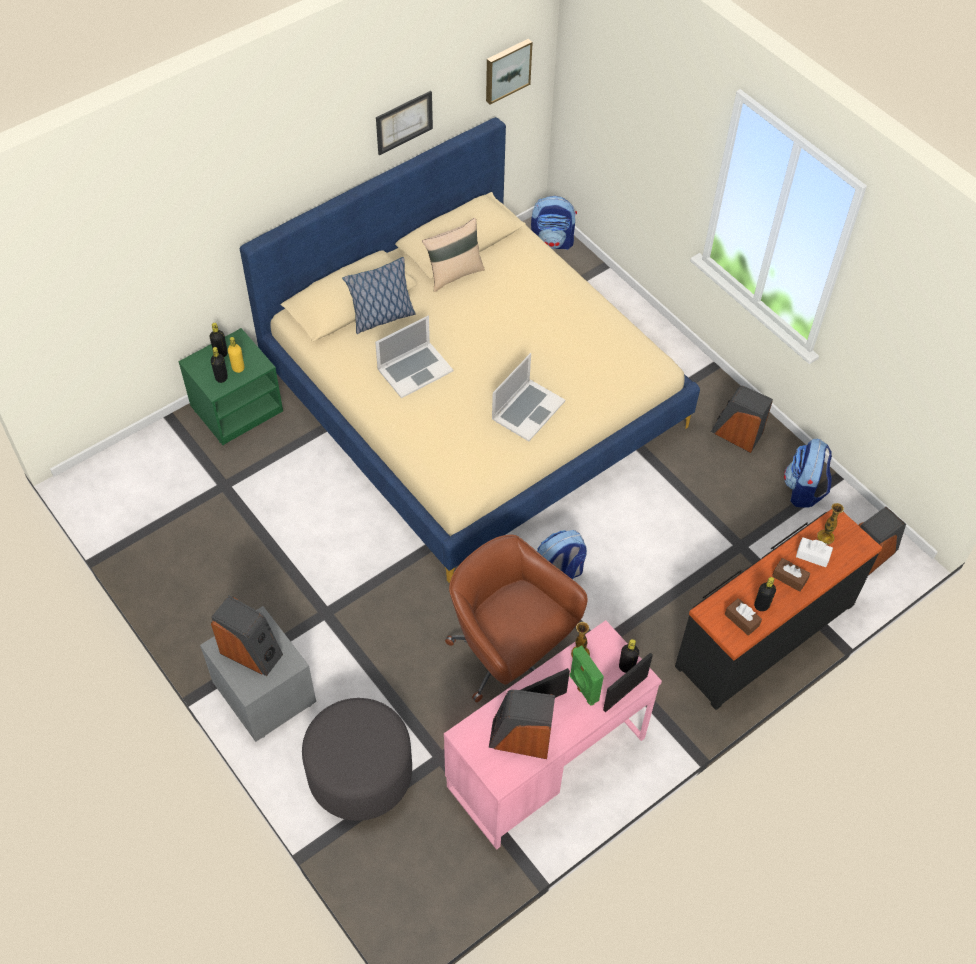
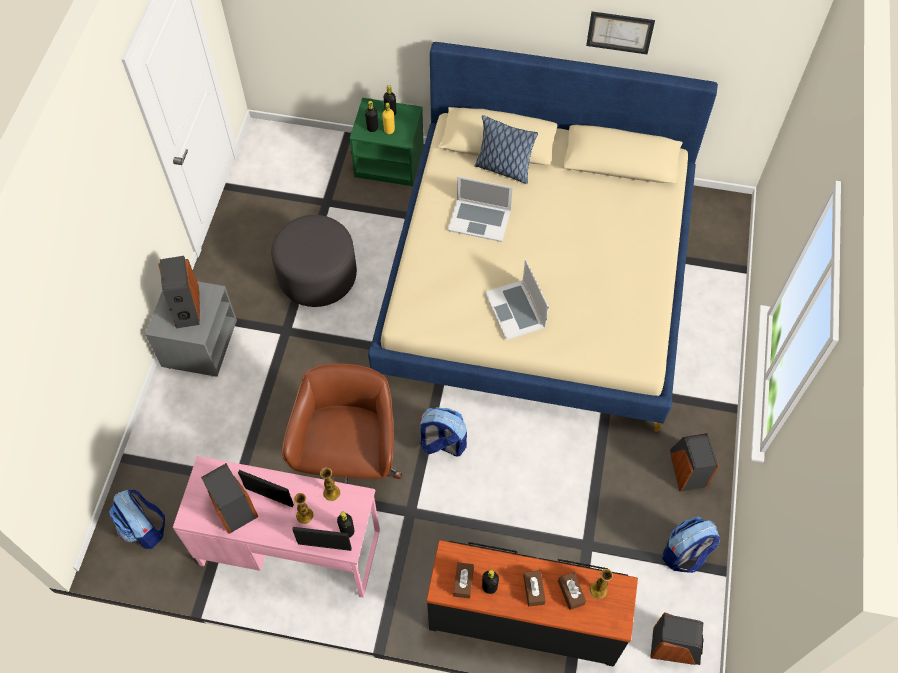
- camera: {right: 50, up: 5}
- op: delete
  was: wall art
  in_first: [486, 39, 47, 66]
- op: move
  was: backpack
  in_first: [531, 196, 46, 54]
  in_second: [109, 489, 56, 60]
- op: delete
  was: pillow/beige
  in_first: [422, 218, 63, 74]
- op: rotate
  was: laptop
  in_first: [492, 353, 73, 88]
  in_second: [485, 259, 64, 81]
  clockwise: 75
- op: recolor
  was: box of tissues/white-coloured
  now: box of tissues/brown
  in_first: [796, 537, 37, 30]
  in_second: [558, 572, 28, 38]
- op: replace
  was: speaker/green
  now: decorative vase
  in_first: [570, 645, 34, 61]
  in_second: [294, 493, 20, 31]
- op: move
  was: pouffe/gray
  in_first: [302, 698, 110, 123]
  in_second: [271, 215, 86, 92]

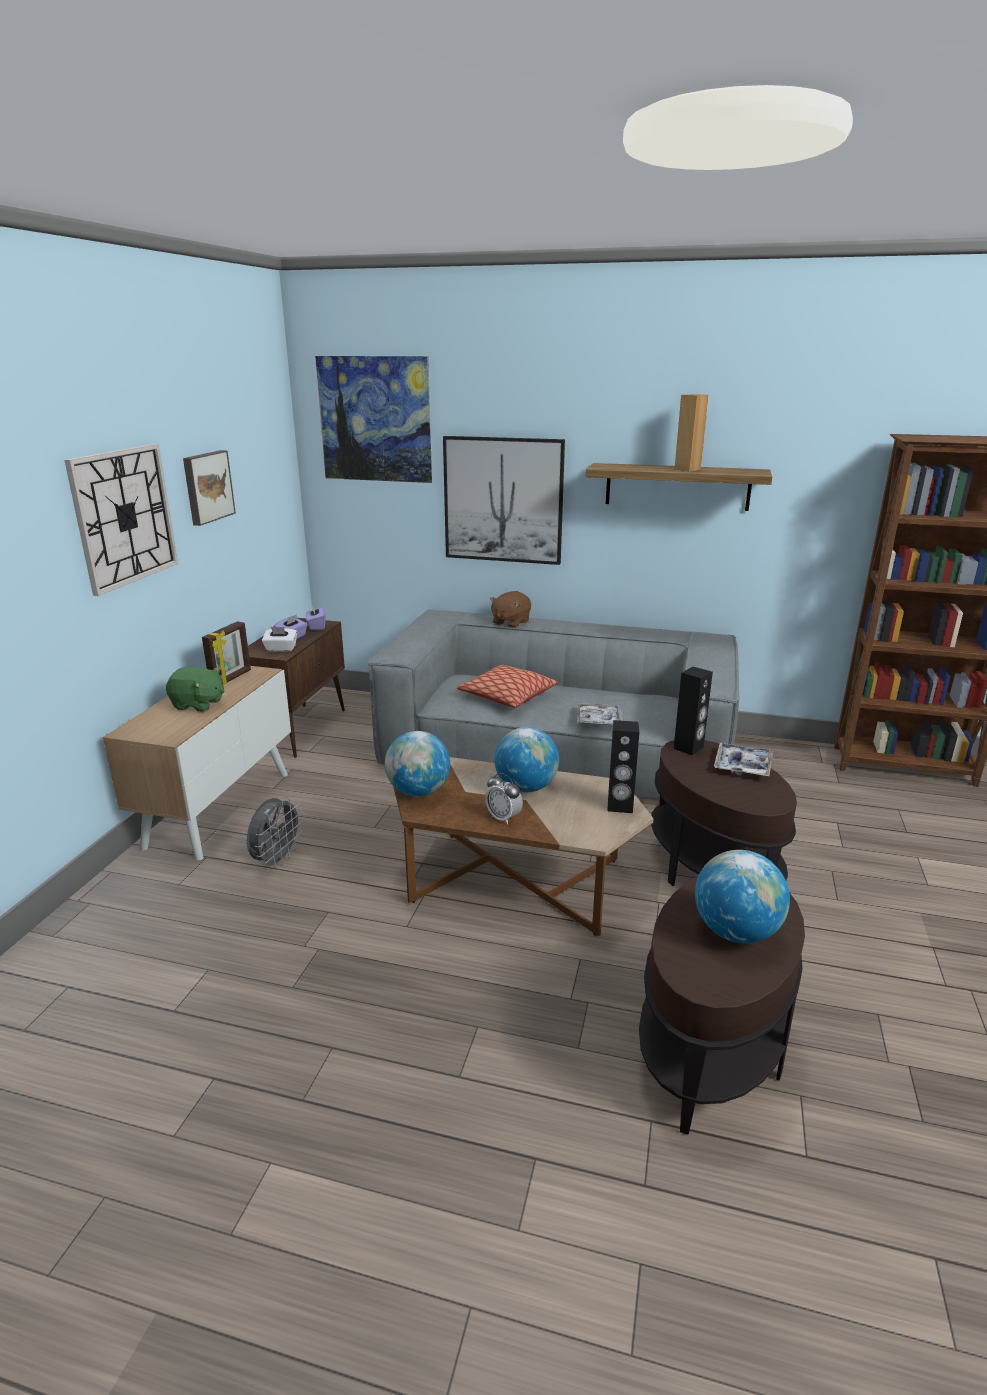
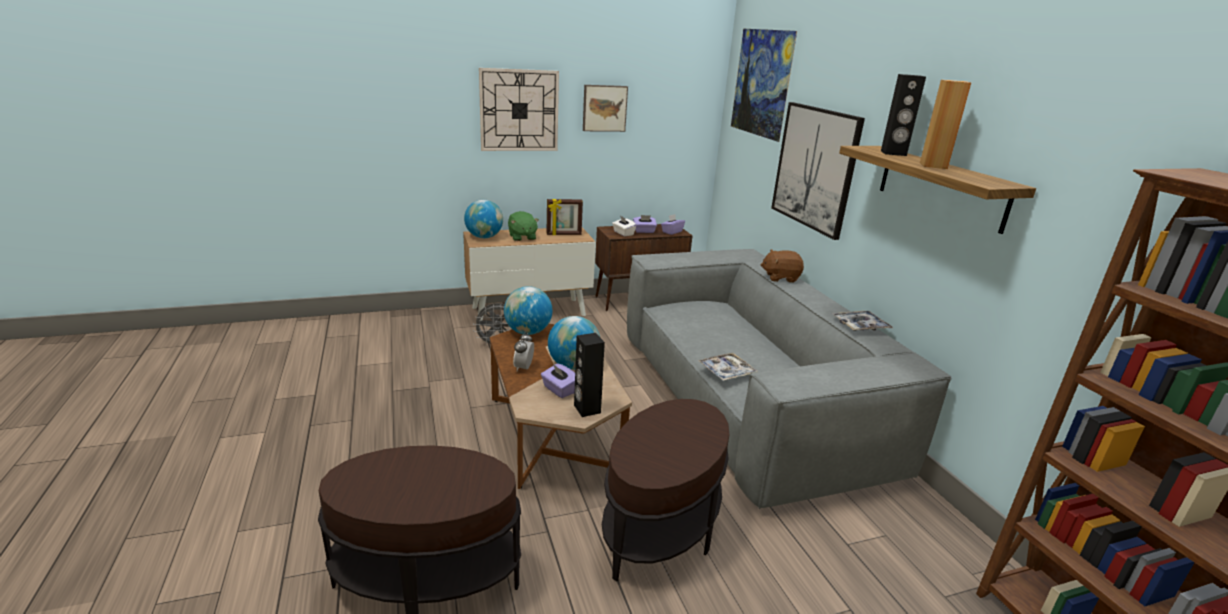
- camera: {right: 55, up: 0}
- op: delete
  was: pillow
  in_first: [457, 664, 101, 44]
- op: move
  was: speaker/black
  in_first: [674, 667, 39, 88]
  in_second: [881, 74, 45, 82]
- op: move
  was: carrying tray
  in_first: [714, 743, 59, 34]
  in_second: [832, 311, 61, 20]
- op: move
  was: globe
  in_first: [695, 850, 95, 93]
  in_second: [464, 200, 39, 38]
- op: insert
  now: box of tissues/purple
  in_second: [541, 364, 34, 34]

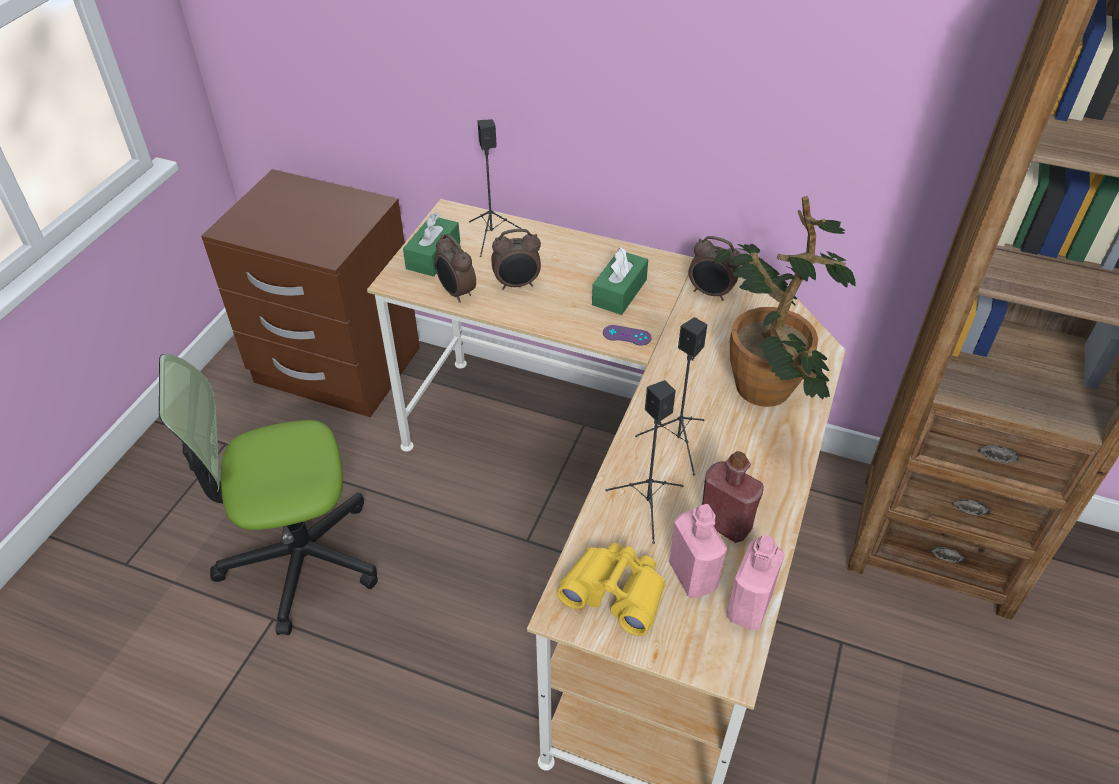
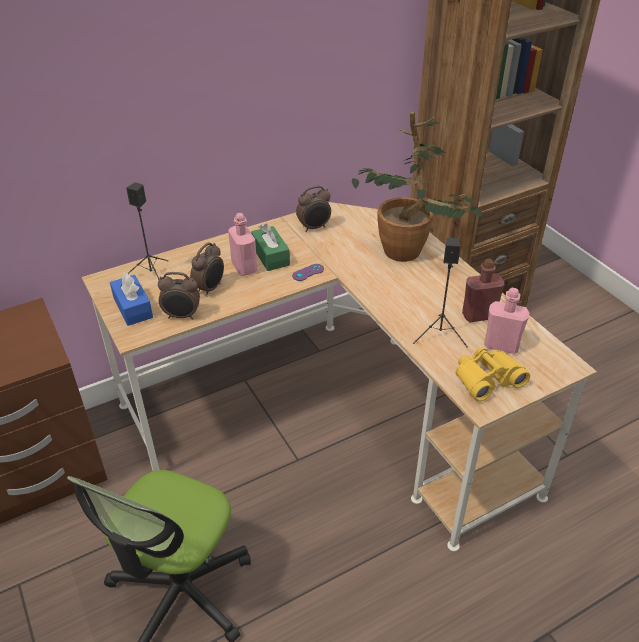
- camera: {right: -50, up: -5}
- op: recolor
  was: box of tissues/green
  now: box of tissues/blue
  in_first: [403, 212, 57, 65]
  in_second: [110, 272, 43, 54]
- op: delete
  was: speaker/black
  in_first: [635, 317, 72, 159]
- op: move
  was: drink bottle/pink
  in_first: [726, 535, 58, 95]
  in_second: [228, 213, 29, 63]

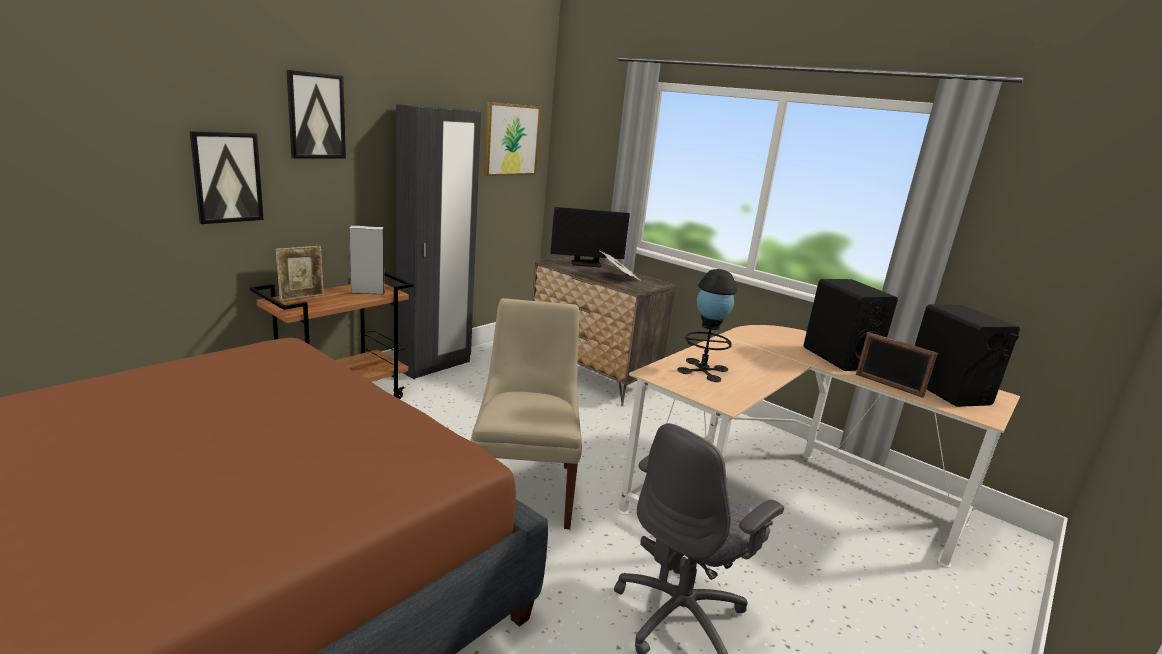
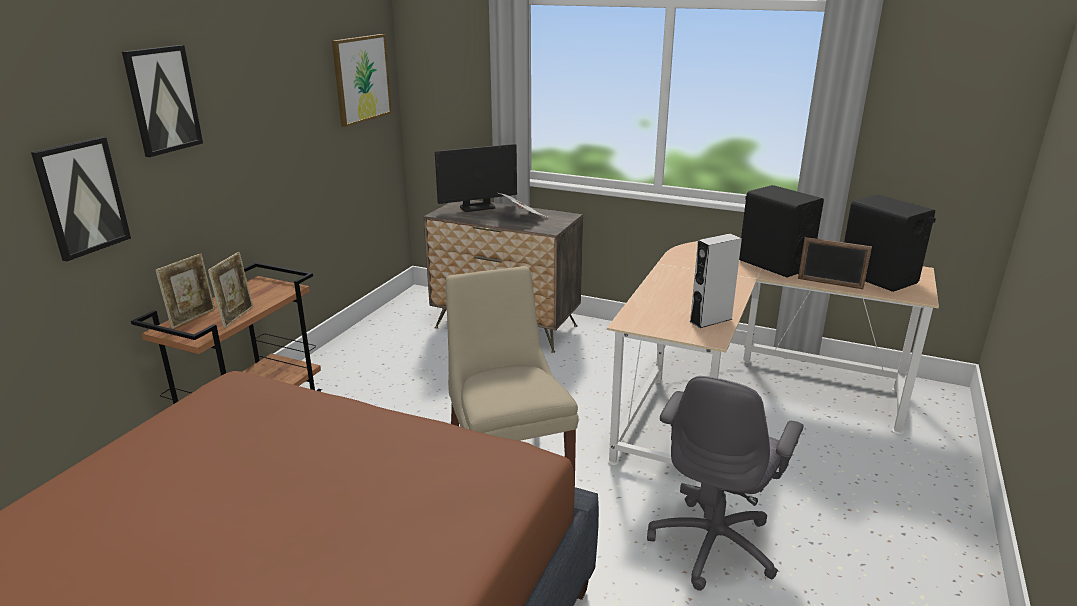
- camera: {right: -15, up: 5}
- op: delete
  was: clothes cupboard/black
  in_first: [396, 104, 85, 275]
- op: move
  was: speaker/gray
  in_first: [349, 225, 36, 70]
  in_second: [690, 233, 52, 95]
- op: delete
  was: tabletop lamp/black
  in_first: [677, 269, 60, 113]
- op: insert
  now: picture frame
  in_second: [208, 252, 45, 76]

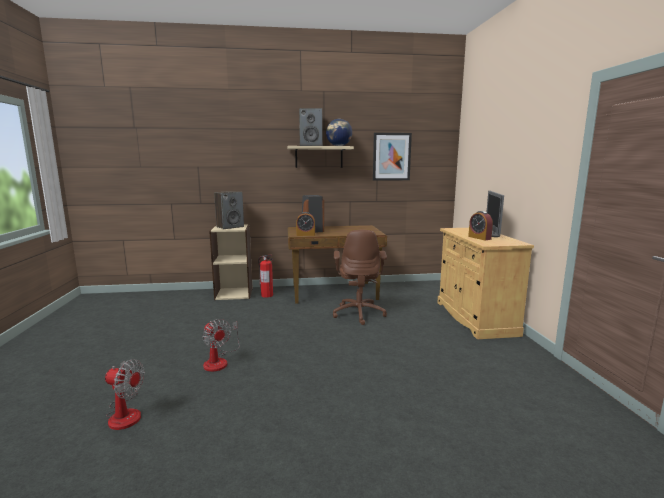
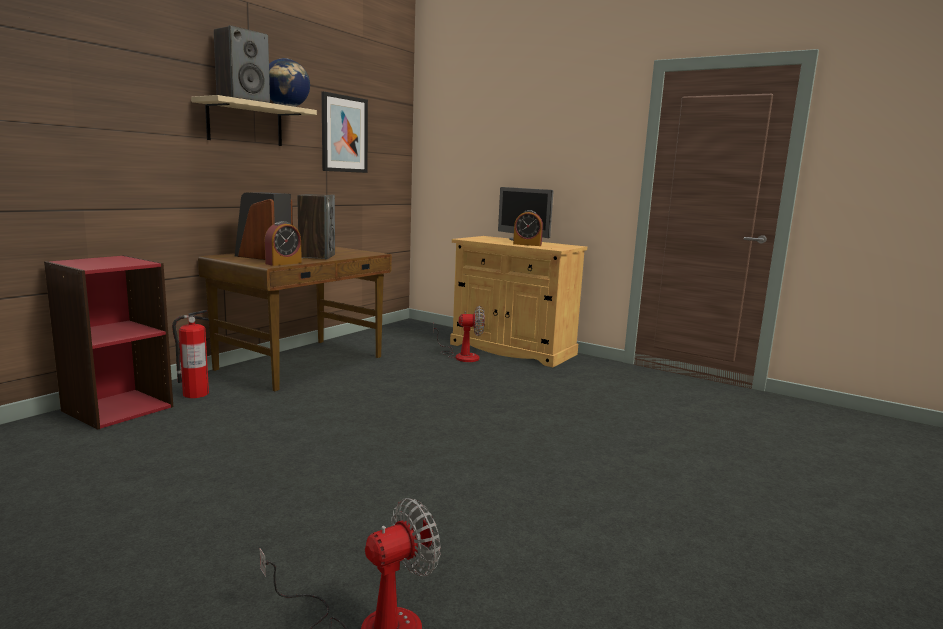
- camera: {right: -50, up: 0}
- op: move
  was: speaker
  in_first: [214, 191, 30, 38]
  in_second: [297, 194, 38, 66]
- op: recolor
  was: bookshelf/beige
  now: bookshelf/red
  in_first: [209, 224, 43, 76]
  in_second: [44, 255, 129, 175]
- op: delete
  was: office chair/brown
  in_first: [333, 230, 54, 95]
- op: move
  was: electric fan
  in_first: [203, 319, 37, 53]
  in_second: [433, 306, 52, 56]

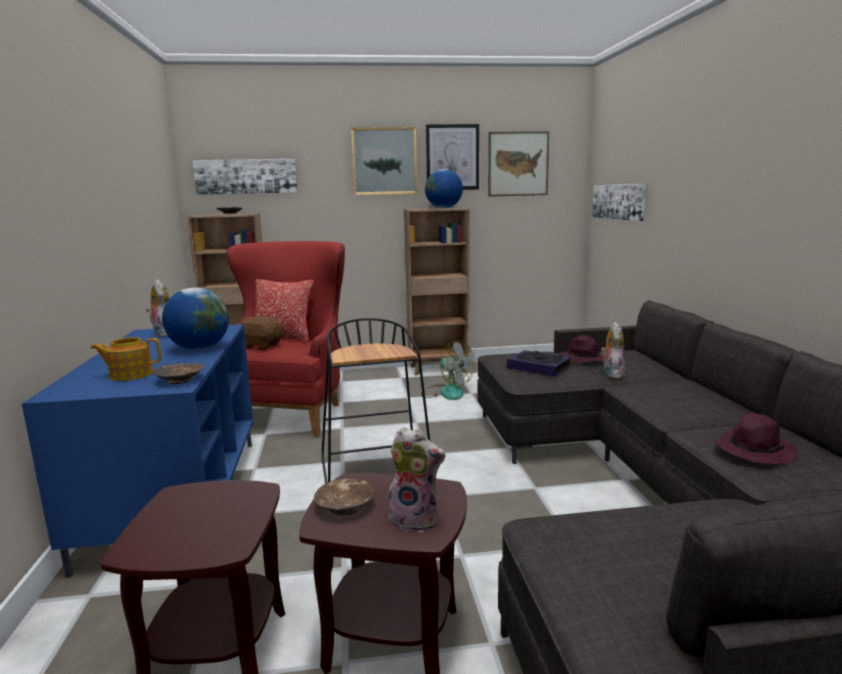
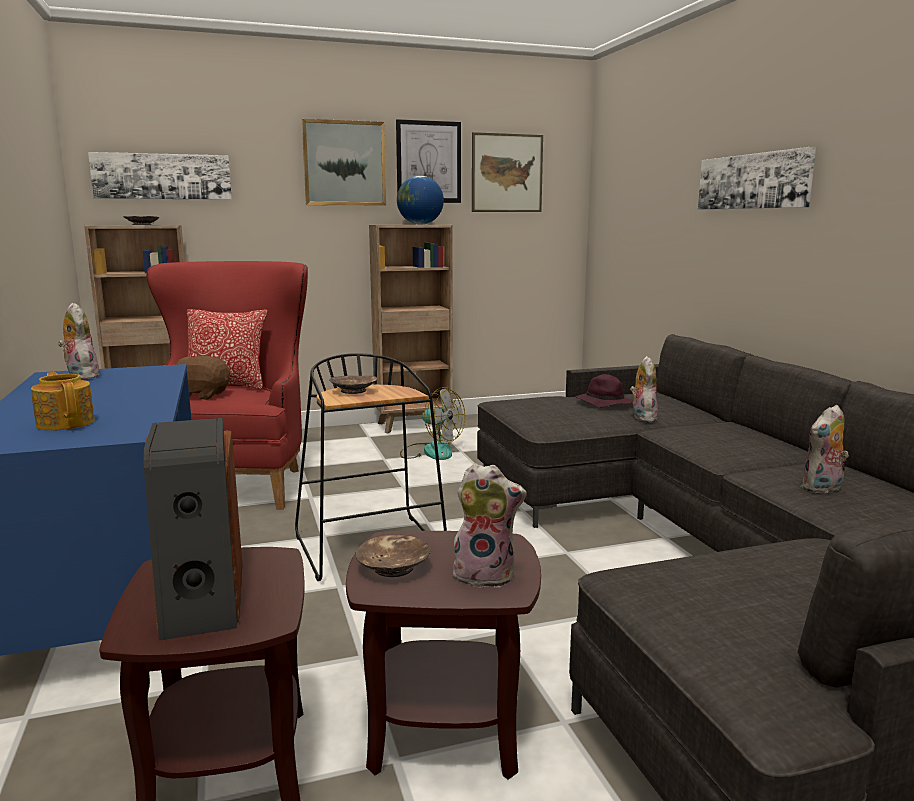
- camera: {right: -10, up: 0}
- op: move
  was: wall art
  in_first: [592, 183, 54, 38]
  in_second: [698, 147, 118, 63]
- op: delete
  was: globe
  in_first: [162, 287, 67, 63]
- op: rotate
  was: teapot
  in_first: [90, 337, 71, 44]
  in_second: [31, 372, 64, 59]
  clockwise: 75
- op: delete
  was: volume
  in_first: [507, 350, 64, 26]
- op: move
  was: bowl/brown
  in_first: [152, 363, 52, 21]
  in_second: [329, 376, 48, 18]
- op: replace
  was: clothing hat/purple
  now: cuddly toy
  in_first: [714, 413, 85, 52]
  in_second: [801, 405, 48, 88]
- op: insert
  now: speaker
  in_second: [143, 418, 99, 223]

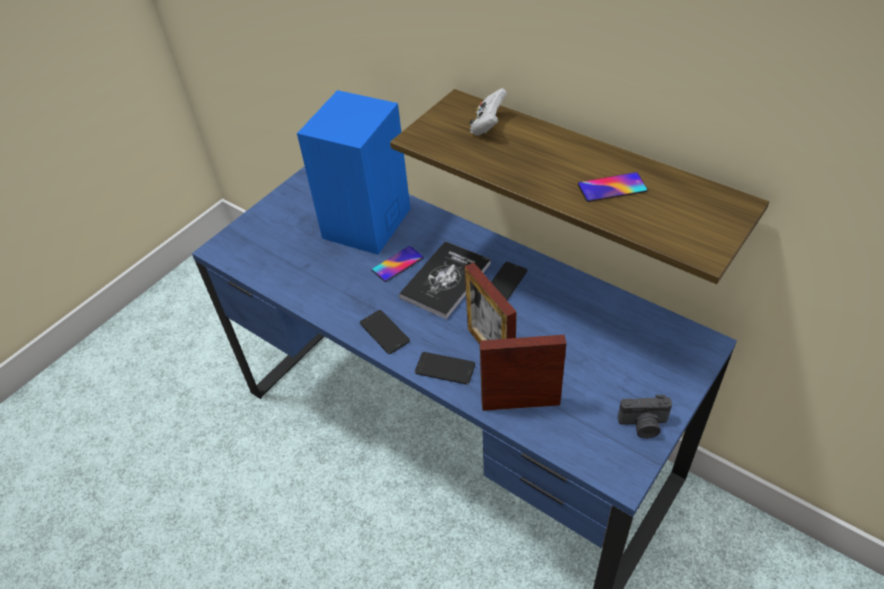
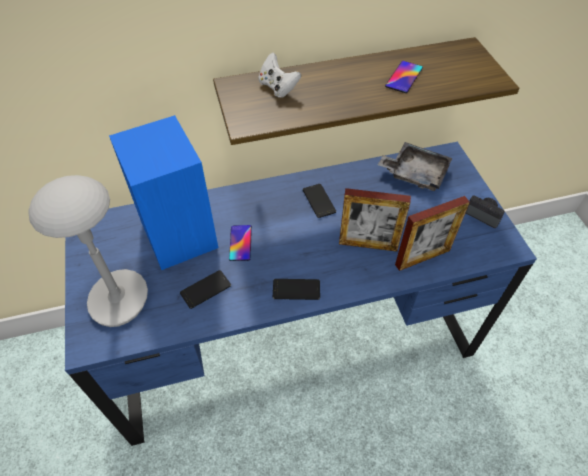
- camera: {right: -55, up: 5}
- op: delete
  was: volume
  in_first: [399, 241, 92, 78]
- op: rotate
  was: picture frame
  in_first: [480, 335, 86, 76]
  in_second: [395, 196, 75, 75]
  clockwise: -150
- op: move
  was: handset
  in_first: [415, 352, 60, 32]
  in_second: [180, 270, 51, 39]
- op: rotate
  was: still camera
  in_first: [618, 395, 54, 43]
  in_second: [466, 195, 39, 33]
  clockwise: -90
- op: insert
  now: carrying tray/gray
  in_second: [378, 142, 74, 49]
- op: insert
  now: tabletop lamp/gray
  in_second: [28, 175, 120, 152]

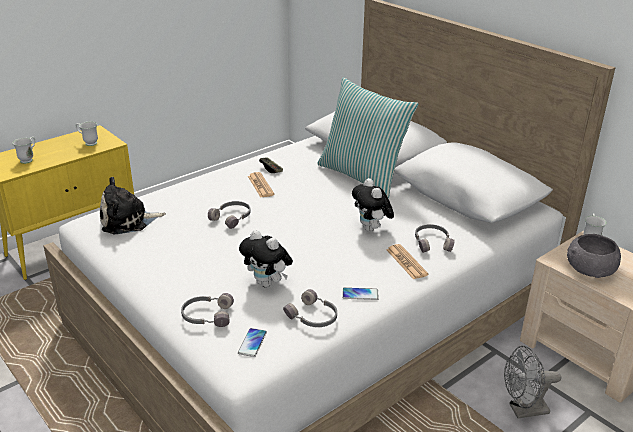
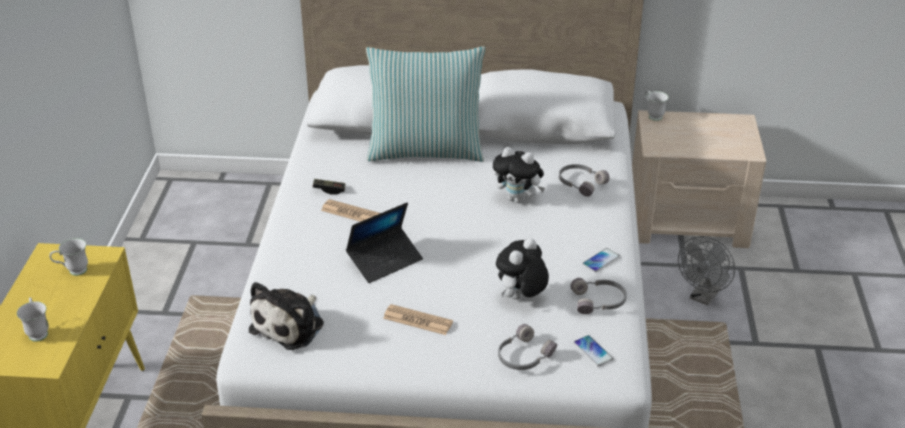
- camera: {right: -45, up: 5}
- op: replace
  was: pair of headphones/gray
  now: laptop
  in_first: [208, 201, 43, 28]
  in_second: [346, 202, 77, 81]
- op: rotate
  was: cuddly toy
  in_first: [239, 230, 54, 58]
  in_second: [496, 238, 53, 62]
  clockwise: 135
- op: delete
  was: bowl/gray
  in_first: [567, 234, 54, 44]
- op: move
  was: newspaper
  in_first: [386, 244, 43, 36]
  in_second: [383, 304, 70, 31]

